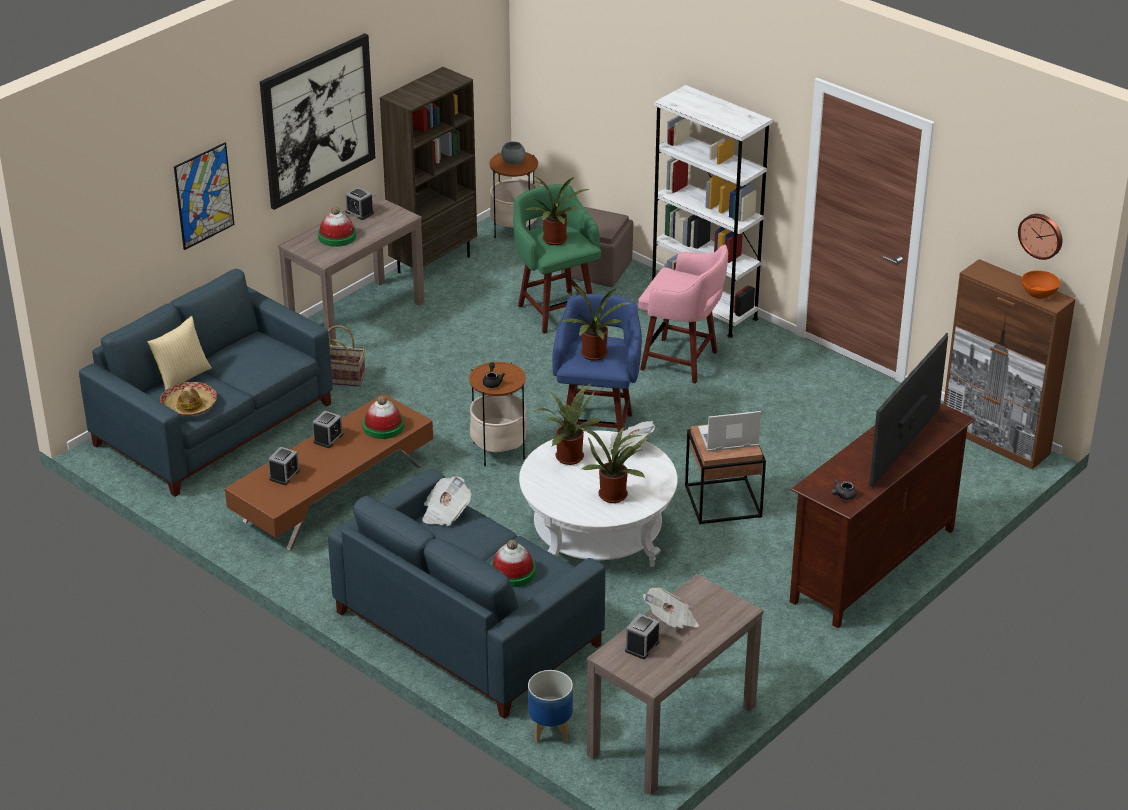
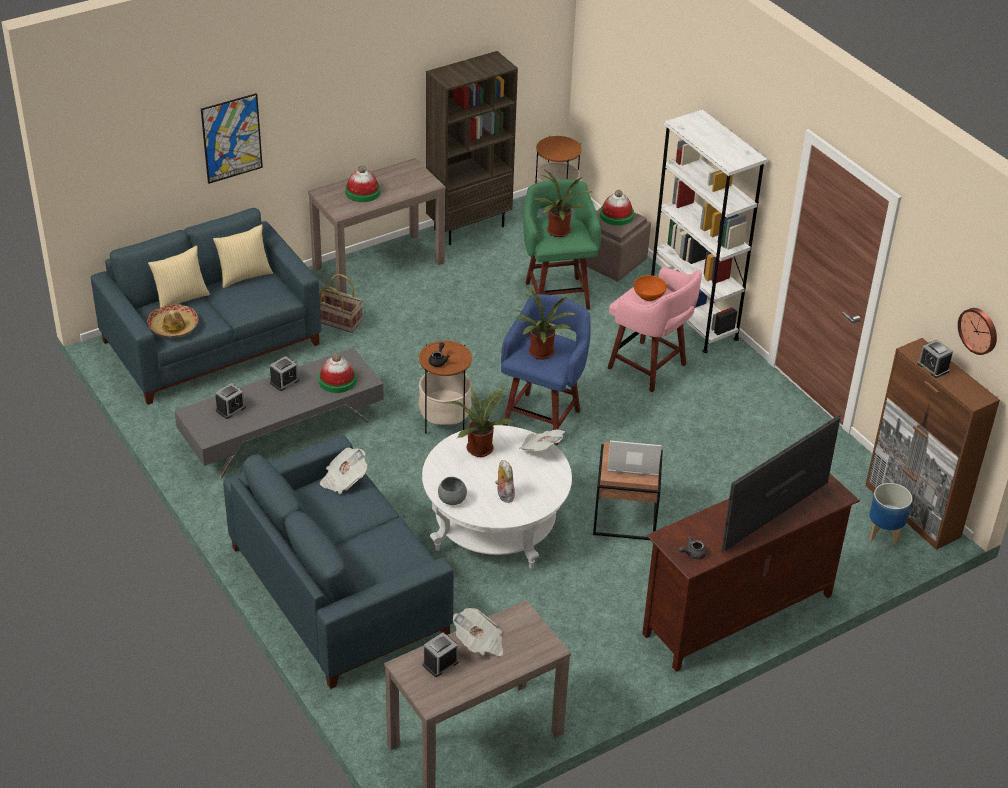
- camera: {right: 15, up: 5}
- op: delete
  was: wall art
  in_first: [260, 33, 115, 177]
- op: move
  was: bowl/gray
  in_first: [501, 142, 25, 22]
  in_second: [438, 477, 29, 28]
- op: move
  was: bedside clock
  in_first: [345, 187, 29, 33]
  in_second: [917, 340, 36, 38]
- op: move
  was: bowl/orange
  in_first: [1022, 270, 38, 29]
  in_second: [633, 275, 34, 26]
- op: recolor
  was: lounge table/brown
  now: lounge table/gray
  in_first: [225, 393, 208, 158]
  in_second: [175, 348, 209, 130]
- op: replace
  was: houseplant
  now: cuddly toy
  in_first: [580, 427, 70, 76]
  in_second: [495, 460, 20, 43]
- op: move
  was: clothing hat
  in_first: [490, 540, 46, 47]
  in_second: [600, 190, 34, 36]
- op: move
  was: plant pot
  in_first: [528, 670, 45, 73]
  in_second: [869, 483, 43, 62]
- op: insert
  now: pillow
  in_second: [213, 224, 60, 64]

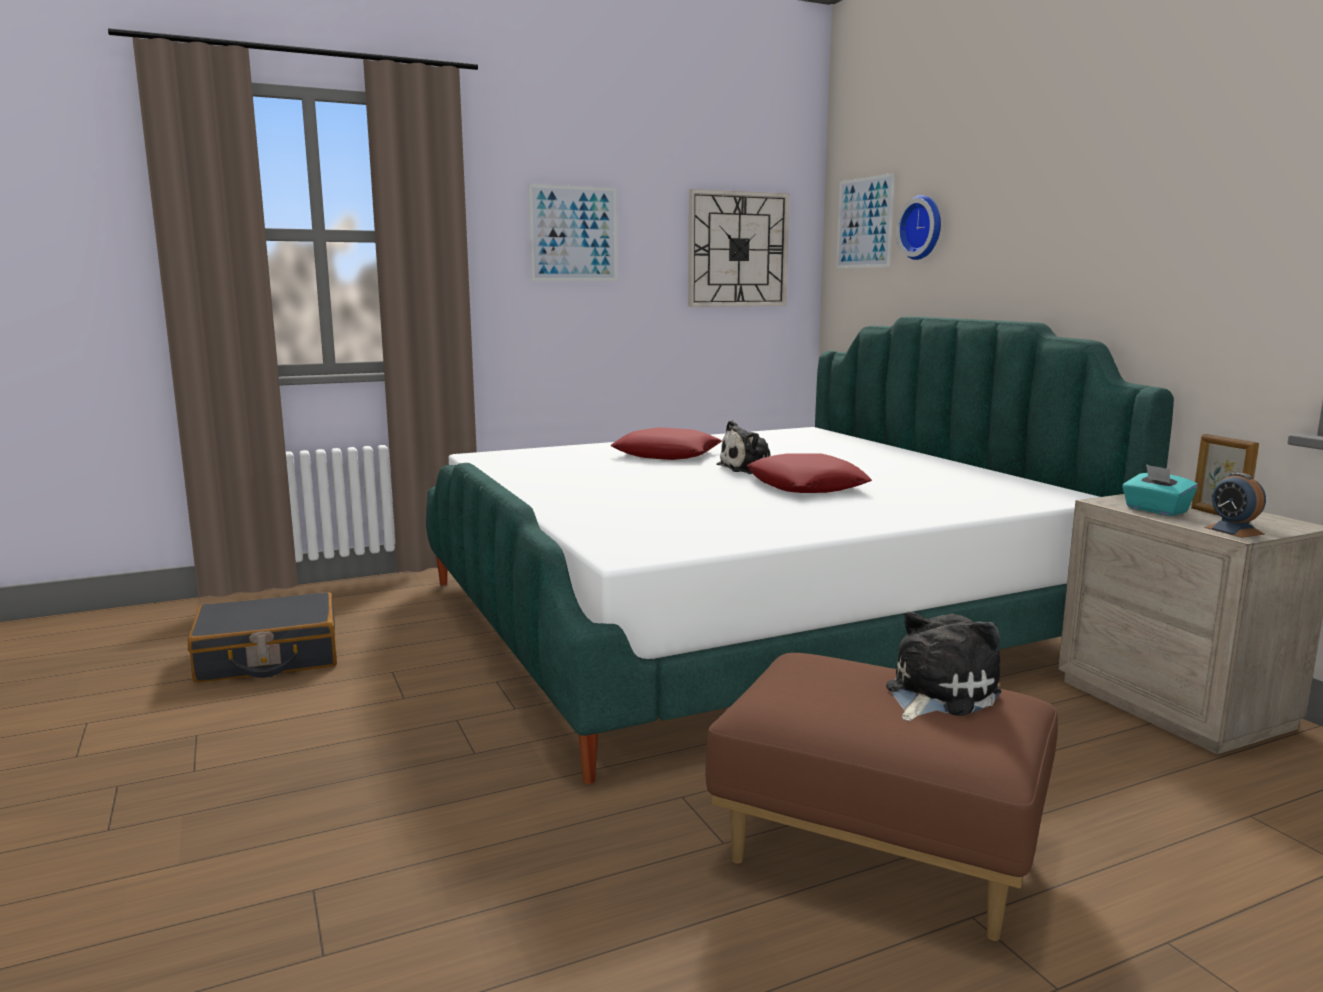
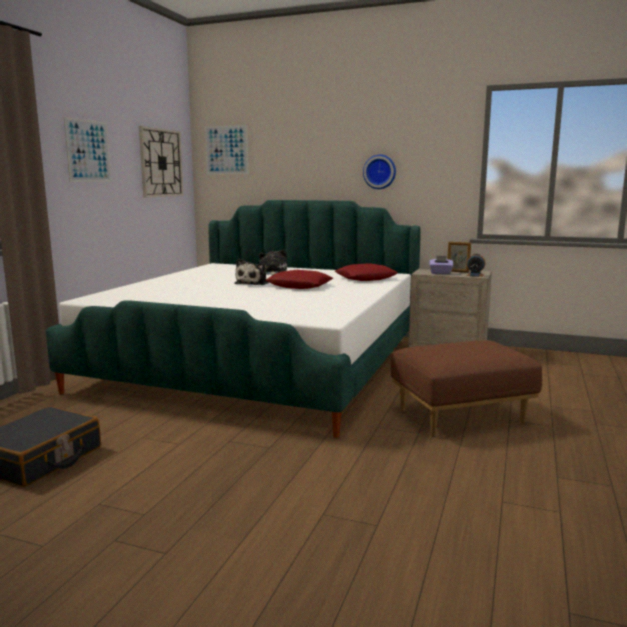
- camera: {right: -45, up: 0}
- op: move
  was: wall clock
  in_first: [896, 195, 45, 65]
  in_second: [363, 155, 33, 34]
- op: move
  was: pillow/red
  in_first: [610, 427, 112, 33]
  in_second: [335, 263, 63, 18]
- op: recolor
  was: box of tissues/turquoise
  now: box of tissues/purple
  in_first: [1122, 464, 76, 52]
  in_second: [429, 256, 24, 18]
- op: move
  was: cuddly toy
  in_first: [886, 612, 115, 109]
  in_second: [259, 250, 29, 25]

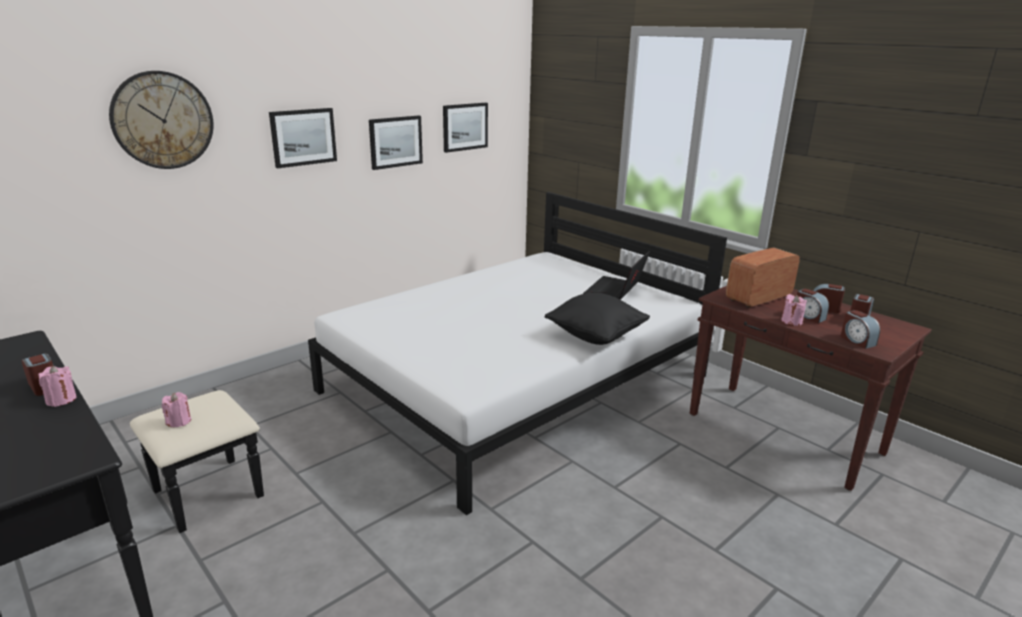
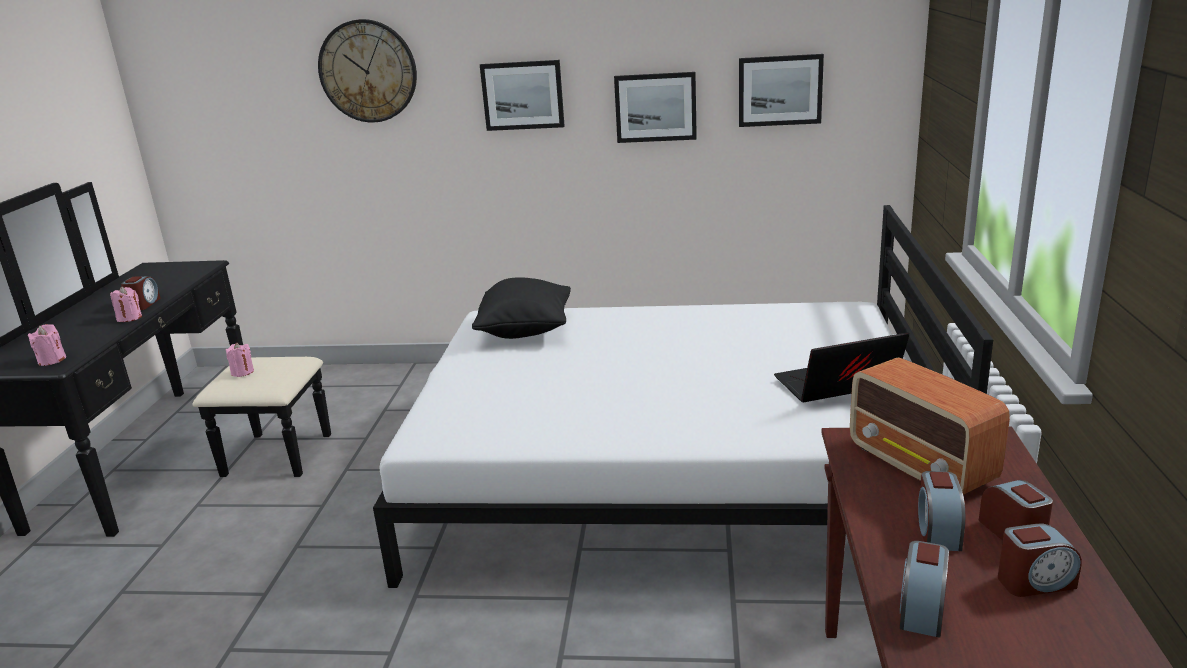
- camera: {right: 50, up: 0}
- op: rotate
  was: radio receiver
  in_first: [726, 248, 74, 60]
  in_second: [850, 357, 160, 138]
  clockwise: -135
- op: move
  was: pillow/black
  in_first: [544, 293, 106, 52]
  in_second: [472, 277, 99, 62]
- op: move
  was: wax candle/pink
  in_first: [781, 294, 26, 32]
  in_second: [28, 324, 38, 42]

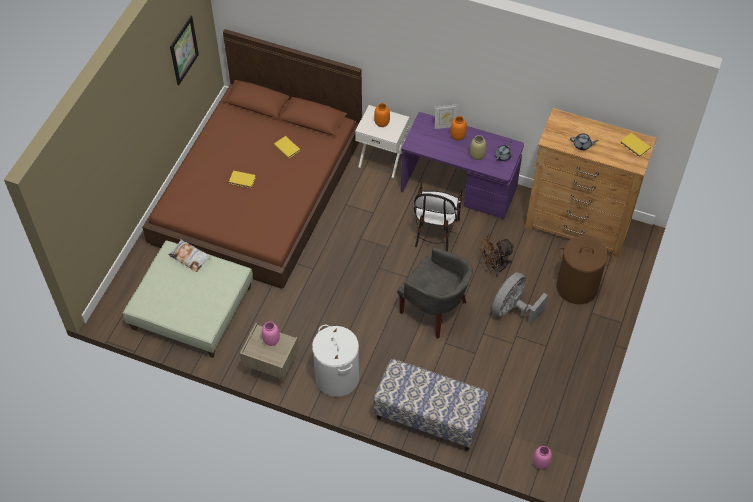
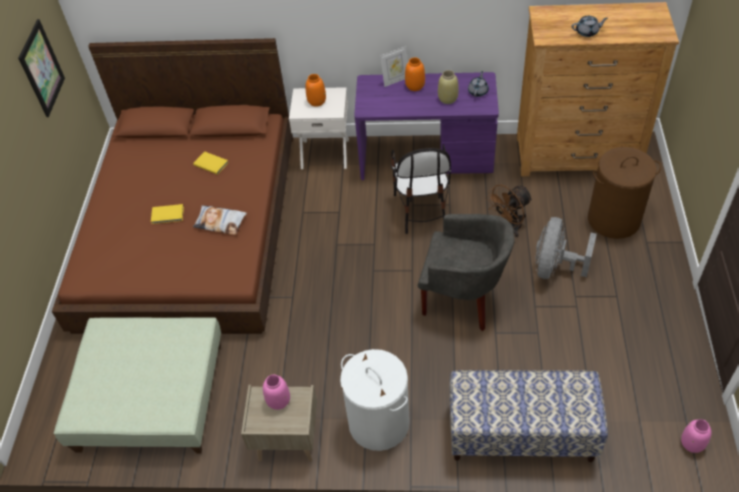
- camera: {right: -15, up: -5}
- op: delete
  was: volume/yellow
  in_first: [621, 133, 30, 24]
- op: move
  was: pillow
  in_first: [168, 239, 43, 33]
  in_second: [193, 205, 54, 30]

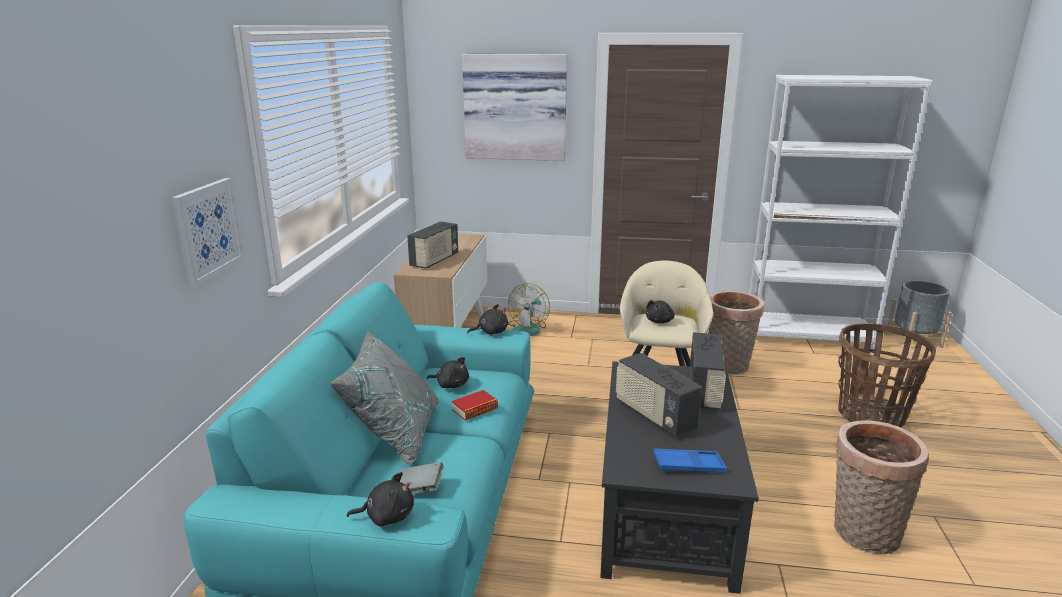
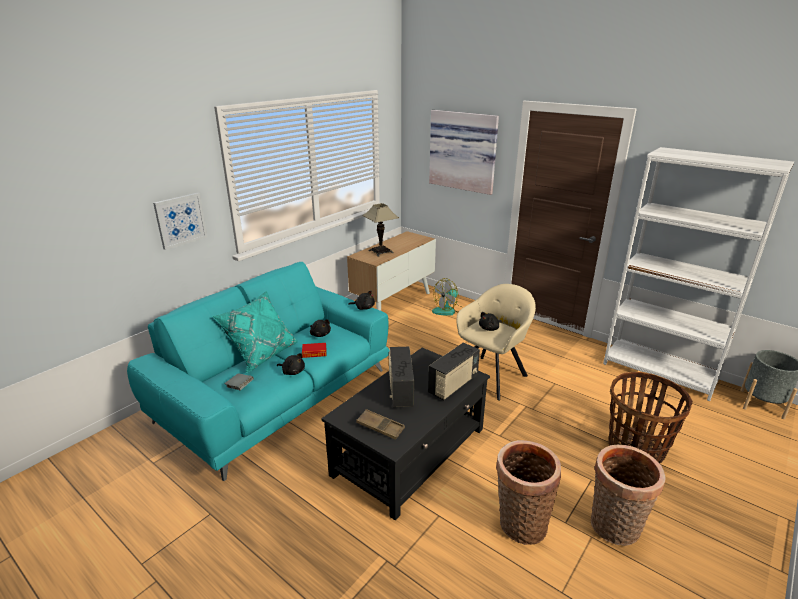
- camera: {right: 30, up: 5}
- op: replace
  was: radio receiver
  now: tabletop lamp
  in_first: [407, 221, 51, 48]
  in_second: [362, 203, 37, 54]
- op: move
  was: basket
  in_first: [708, 290, 56, 85]
  in_second: [591, 445, 75, 101]
- op: recolor
  was: pillow/gray
  now: pillow/turquoise
  in_first: [329, 331, 110, 135]
  in_second: [212, 291, 87, 82]
- op: recolor
  was: carrying tray/blue
  now: carrying tray/brown
  in_first: [653, 448, 74, 25]
  in_second: [356, 409, 49, 31]
- op: move
  was: cuddly toy/black
  in_first: [347, 472, 67, 55]
  in_second: [277, 353, 28, 22]

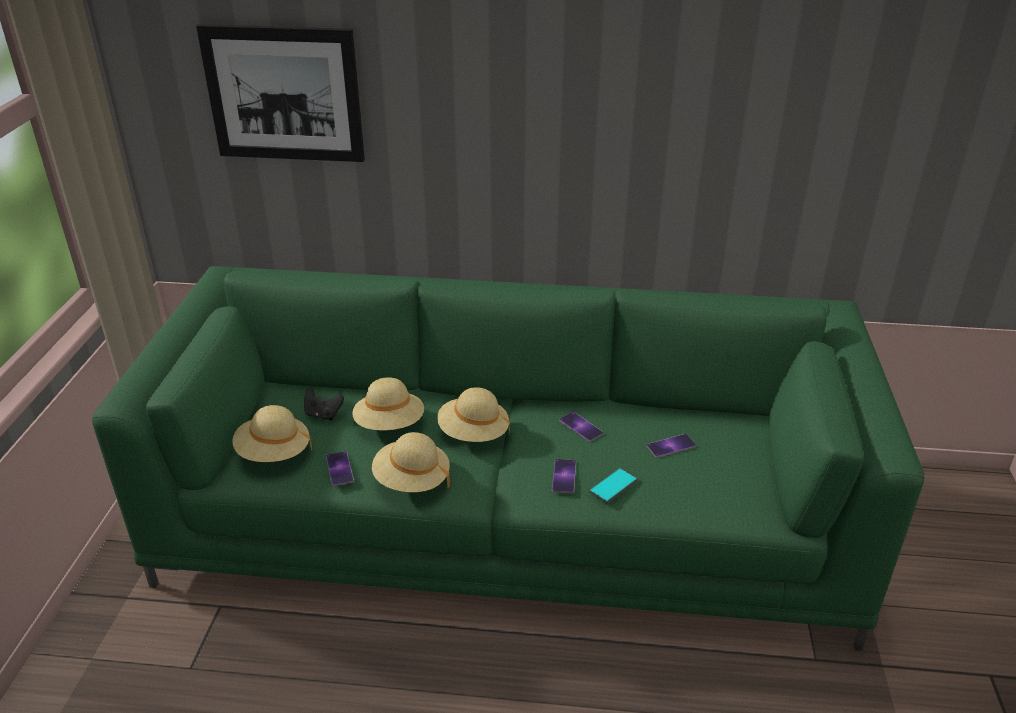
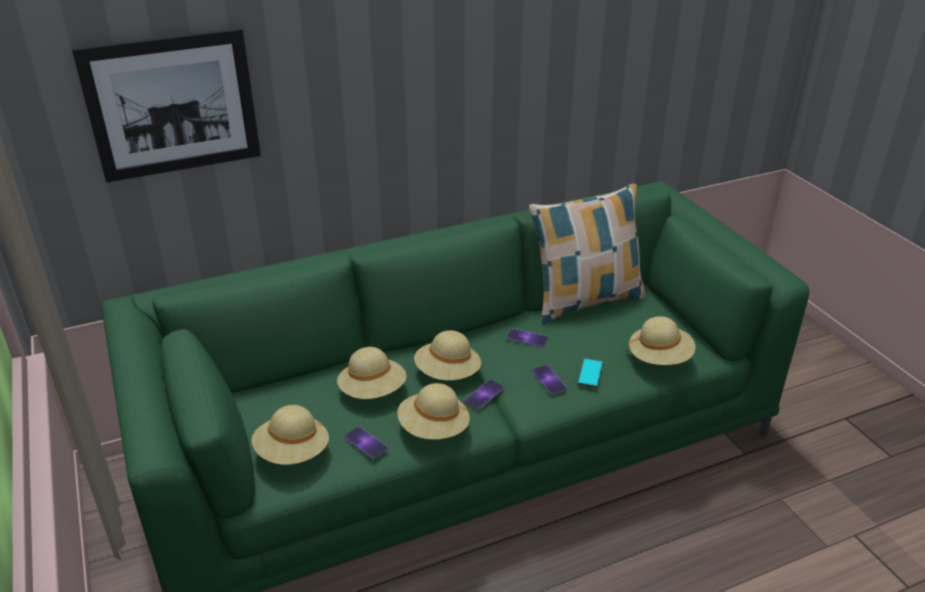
- camera: {right: -30, up: 0}
- op: delete
  was: gamepad/black
  in_first: [304, 388, 40, 33]
- op: move
  was: handset
  in_first: [647, 434, 49, 24]
  in_second: [465, 380, 39, 29]
- op: insert
  now: pillow
  in_second: [529, 184, 116, 140]
- op: insert
  now: clothing hat/beige
  in_second: [627, 316, 68, 49]

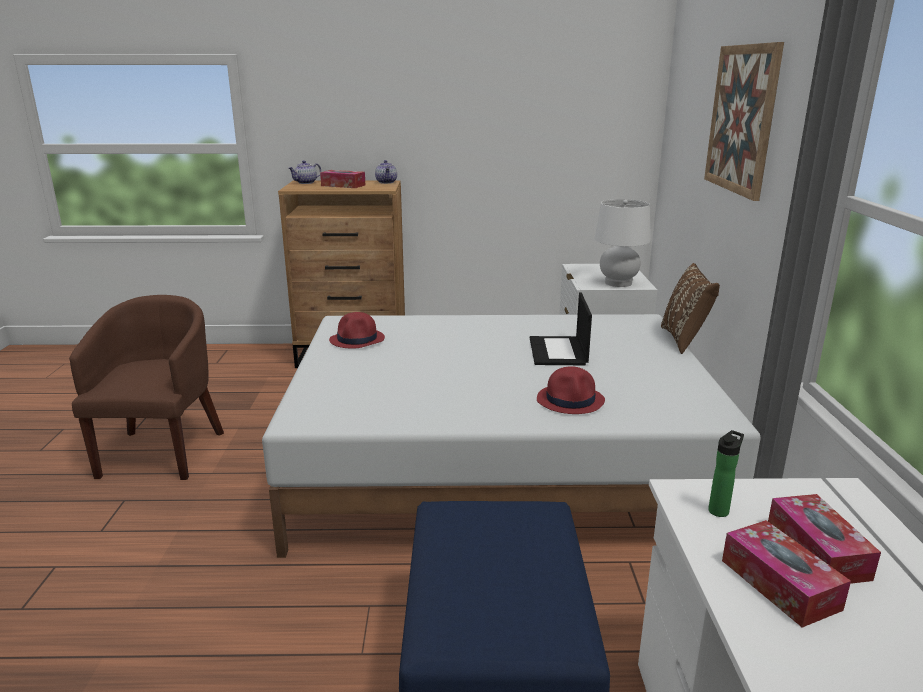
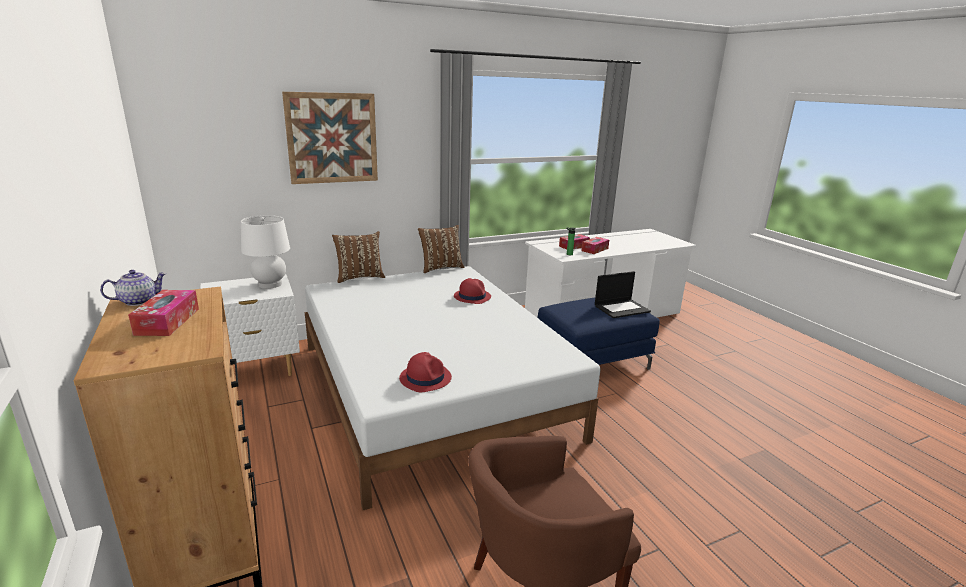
- camera: {right: -115, up: 0}
- op: delete
  was: teapot
  in_first: [288, 160, 33, 24]
- op: move
  was: laptop
  in_first: [530, 292, 62, 73]
  in_second: [595, 271, 56, 47]
- op: insert
  now: pillow/brown
  in_second: [418, 225, 47, 48]

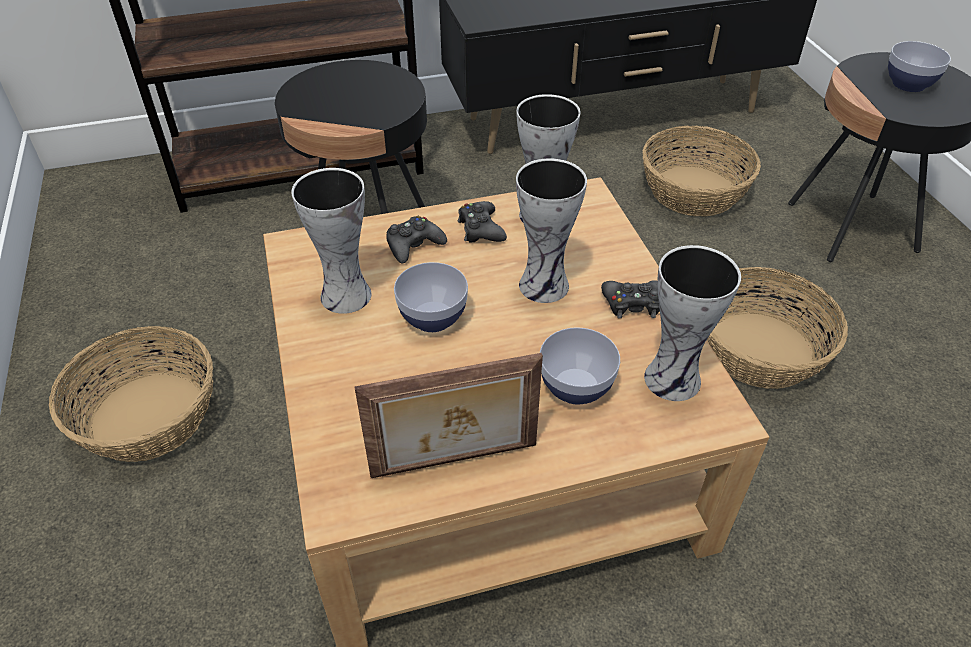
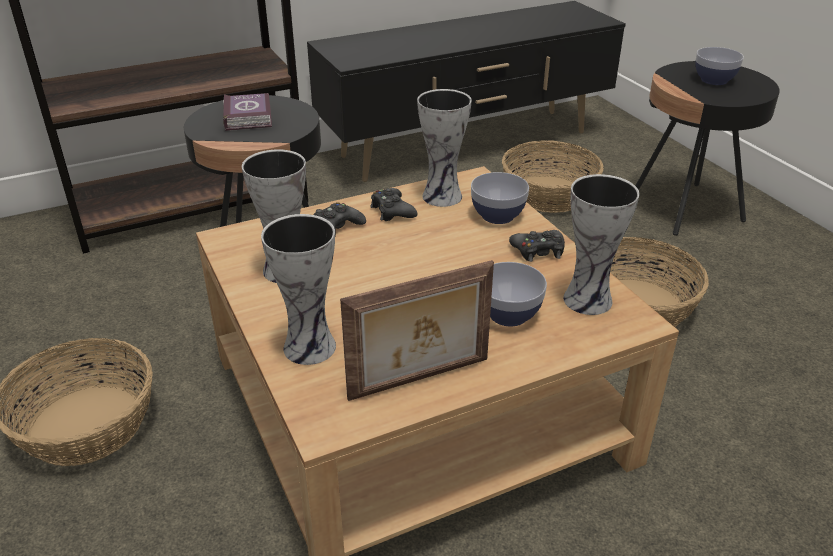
- camera: {right: -10, up: -10}
- op: move
  was: decorative vase
  in_first: [516, 158, 71, 145]
  in_second: [261, 214, 75, 151]
- op: move
  was: bowl
  in_first: [394, 262, 74, 70]
  in_second: [471, 172, 58, 52]
- op: insert
  now: volume
  in_second: [223, 93, 49, 38]

